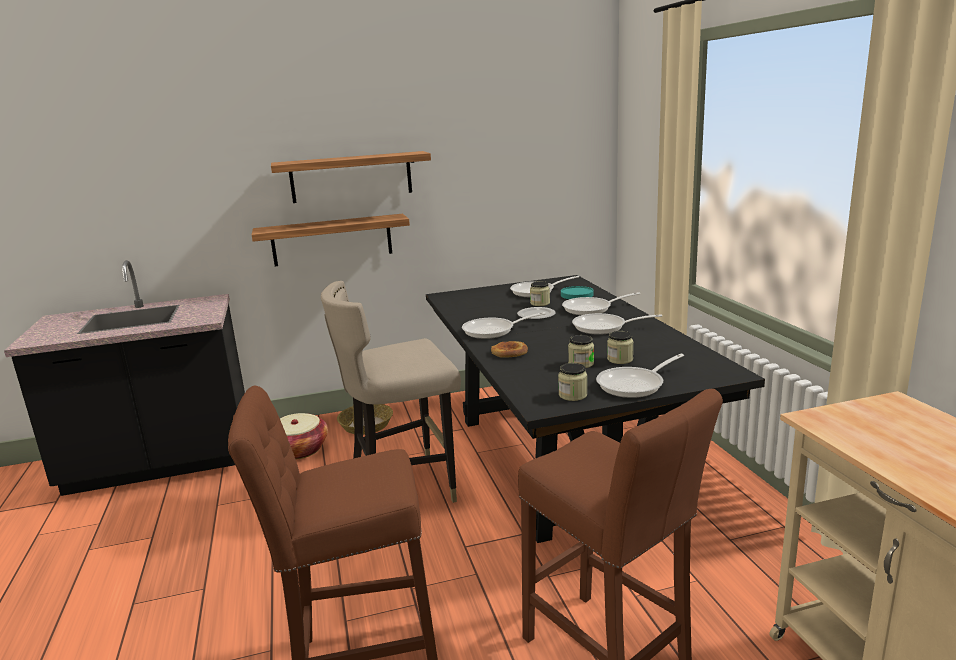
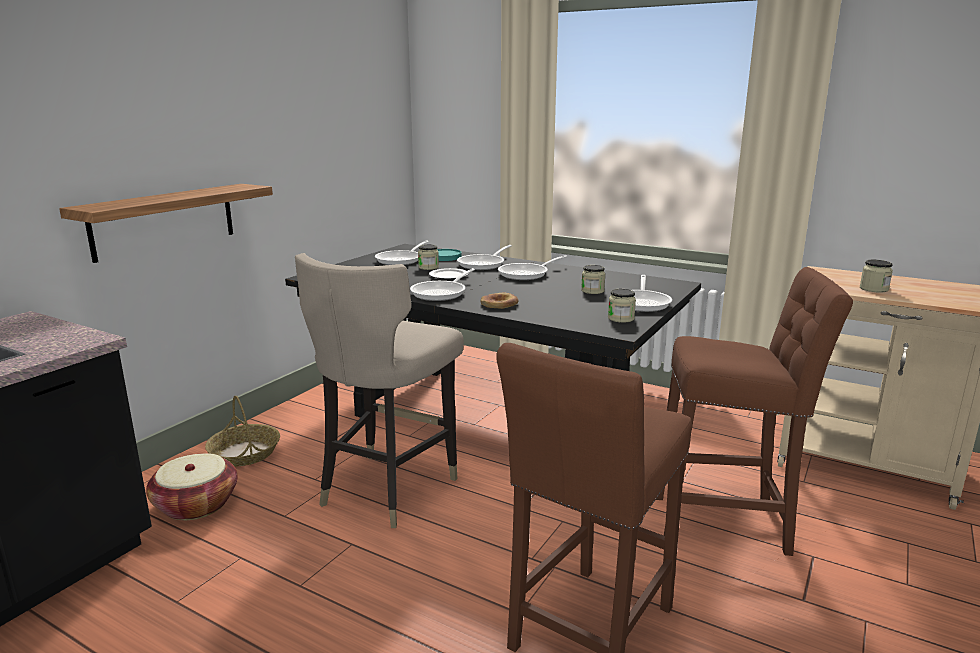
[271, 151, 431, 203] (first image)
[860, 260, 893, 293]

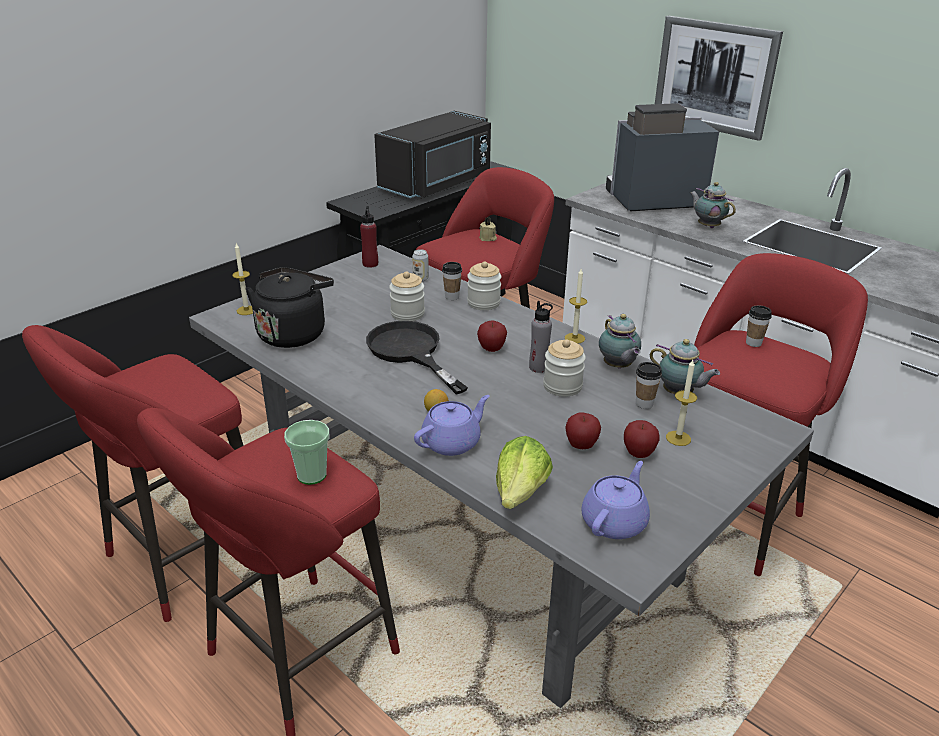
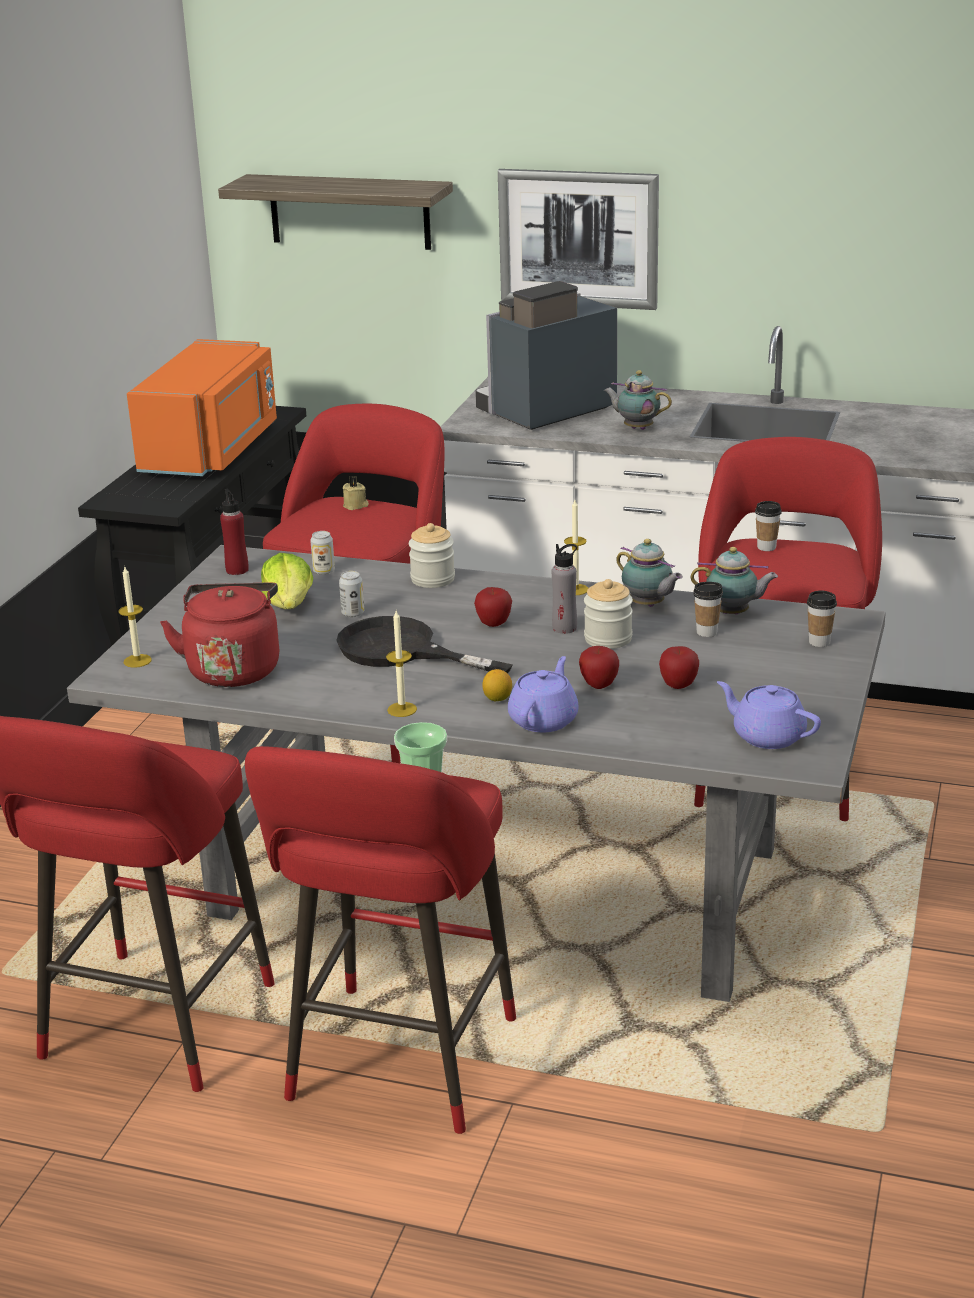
[127, 339, 277, 476]
[807, 590, 837, 647]
[160, 582, 279, 687]
[339, 571, 364, 617]
[386, 611, 417, 717]
[579, 646, 619, 689]
[261, 553, 313, 609]
[717, 681, 821, 749]
[218, 174, 453, 250]

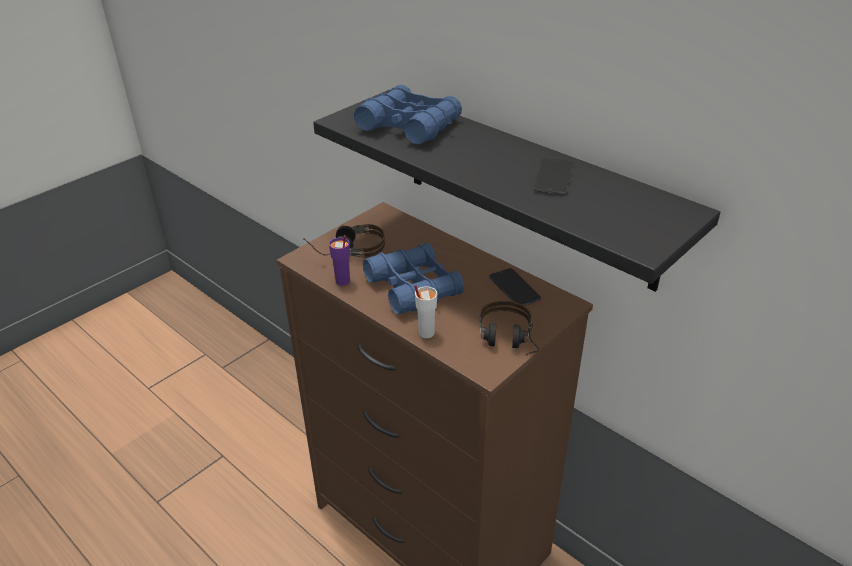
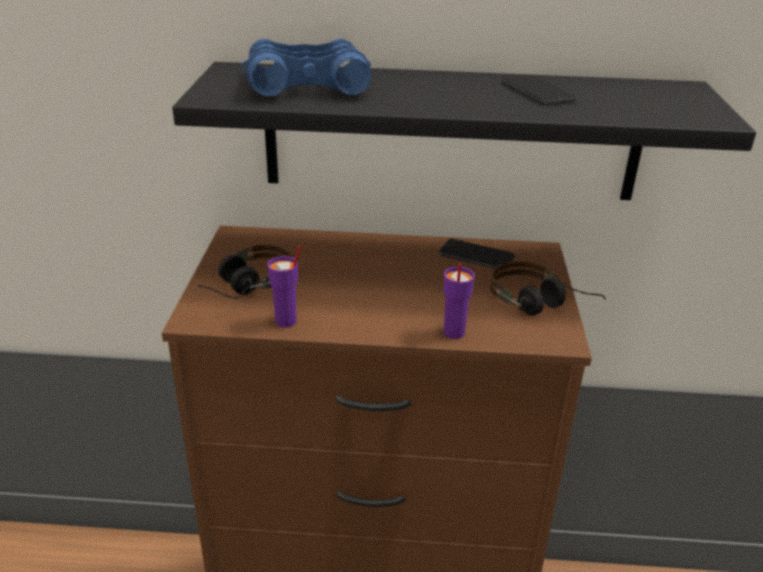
[363, 243, 464, 314] (first image)
[444, 263, 475, 339]

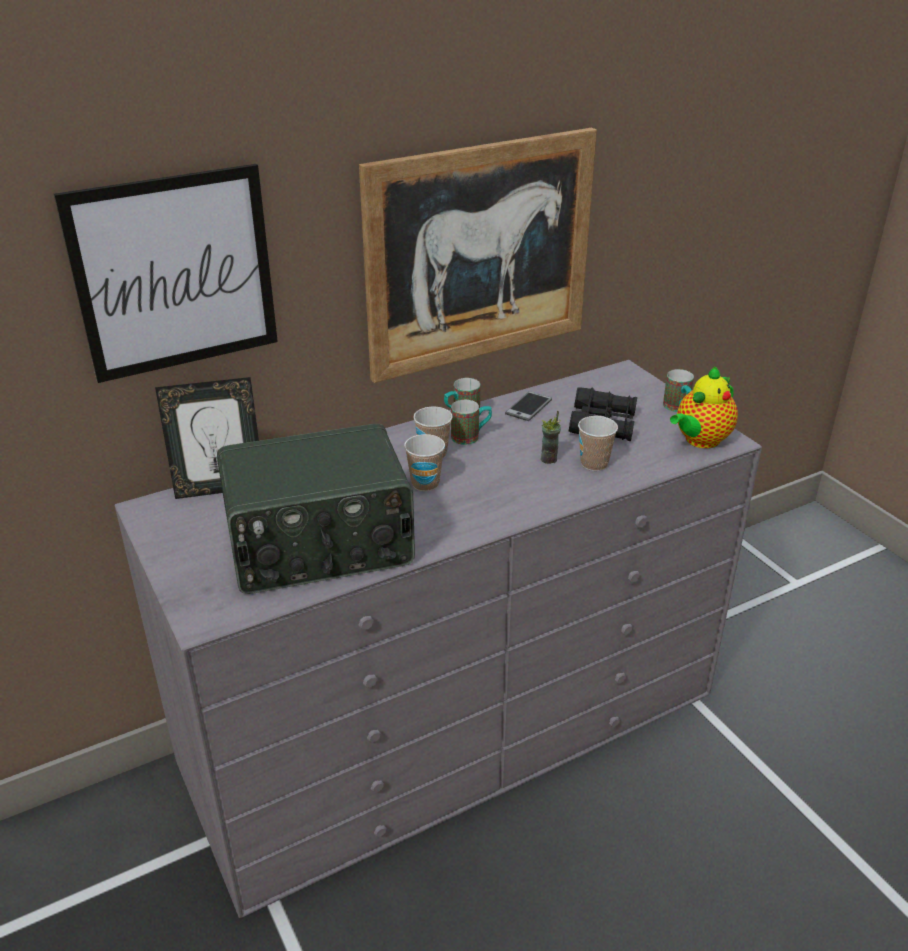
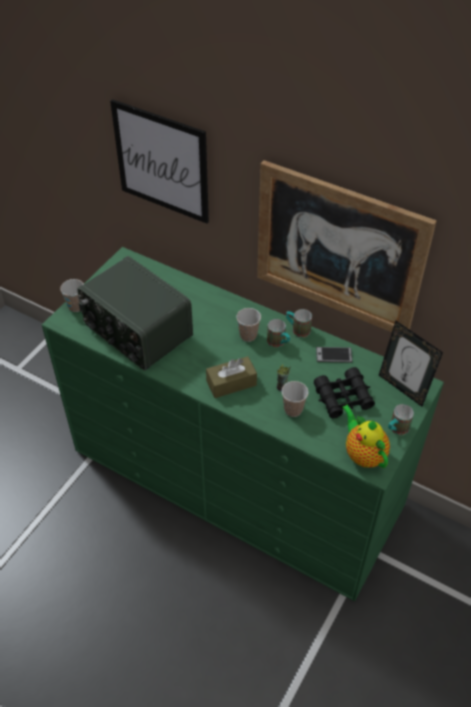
[42, 247, 444, 601]
[342, 404, 390, 468]
[379, 321, 443, 407]
[60, 279, 84, 312]
[206, 356, 257, 398]

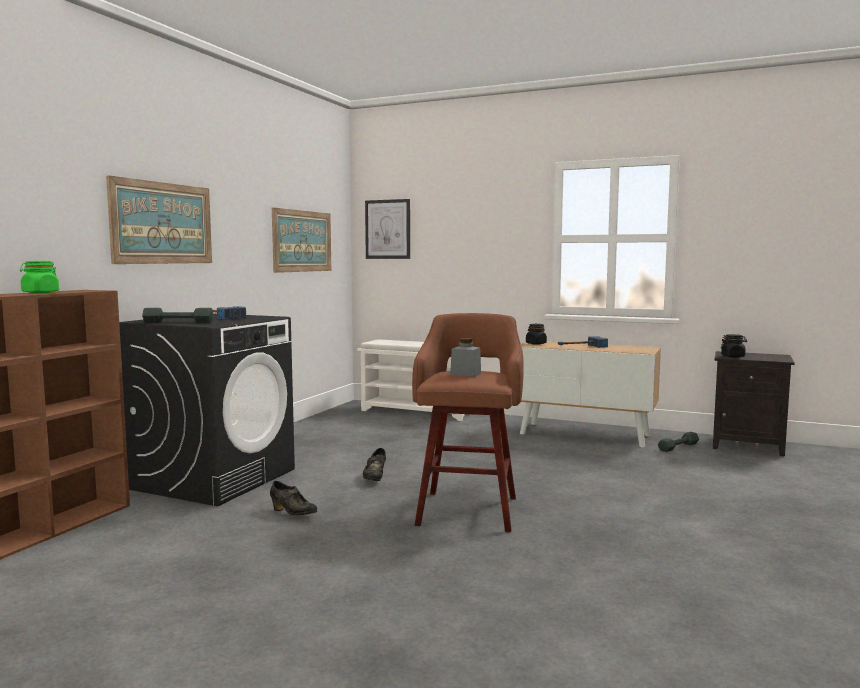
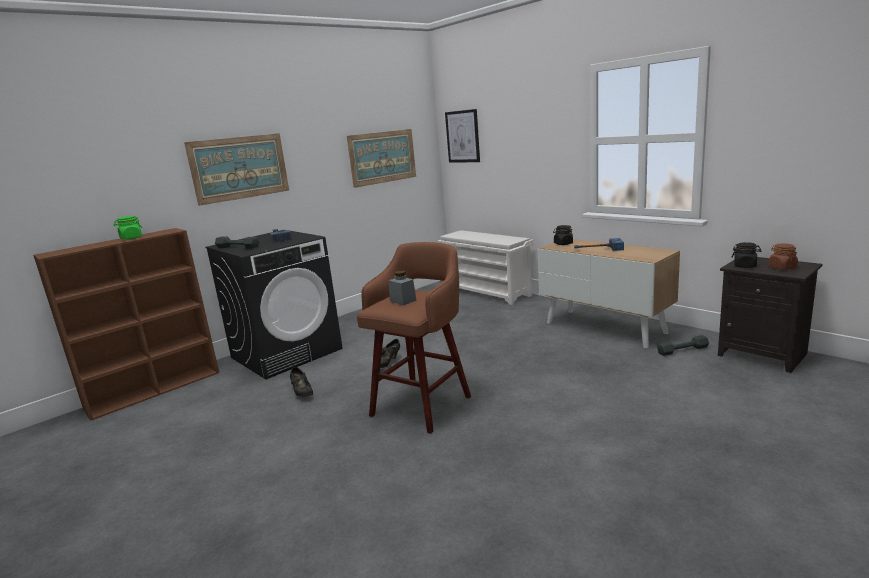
[768, 244, 798, 270]

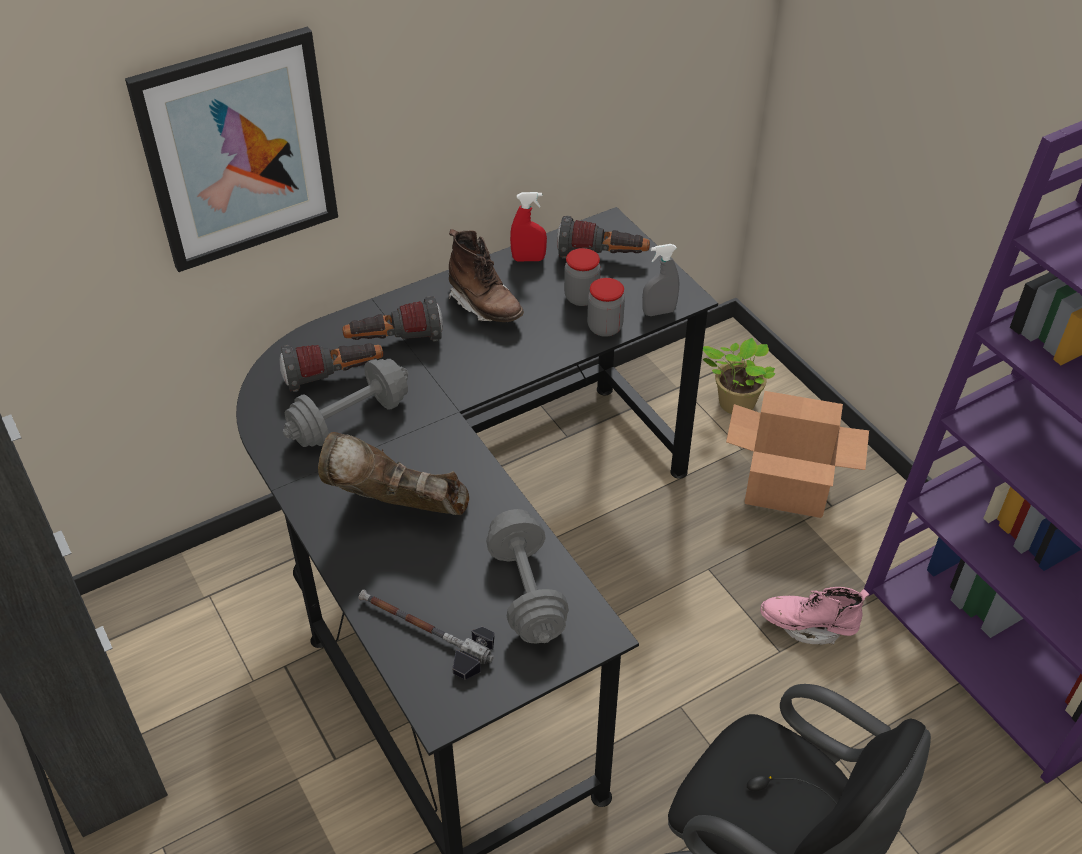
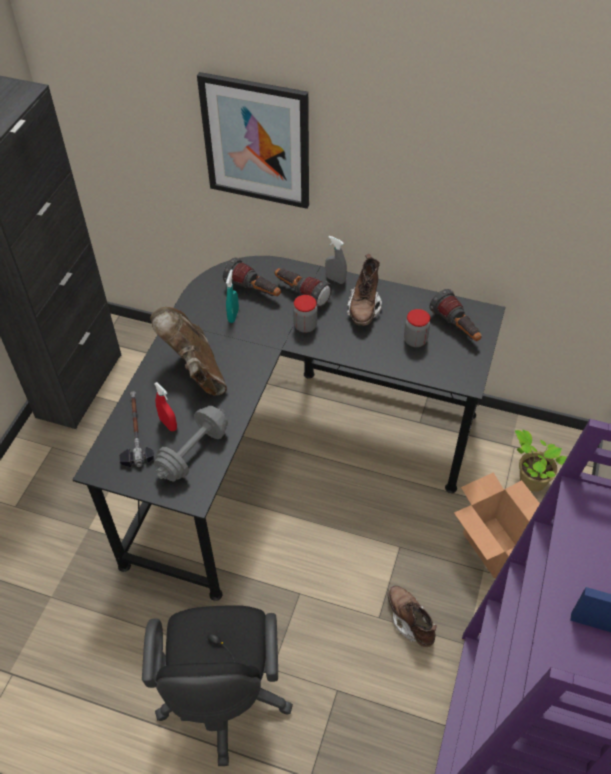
[154, 382, 177, 431]
[325, 236, 347, 284]
[293, 295, 317, 333]
[226, 269, 239, 323]
[387, 586, 437, 647]

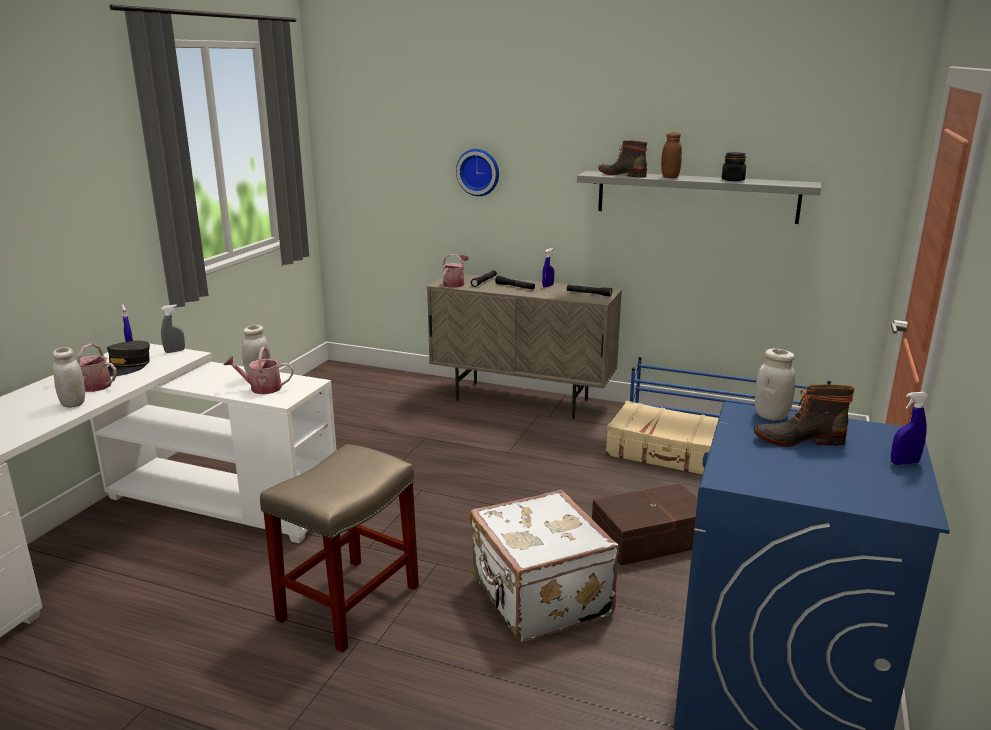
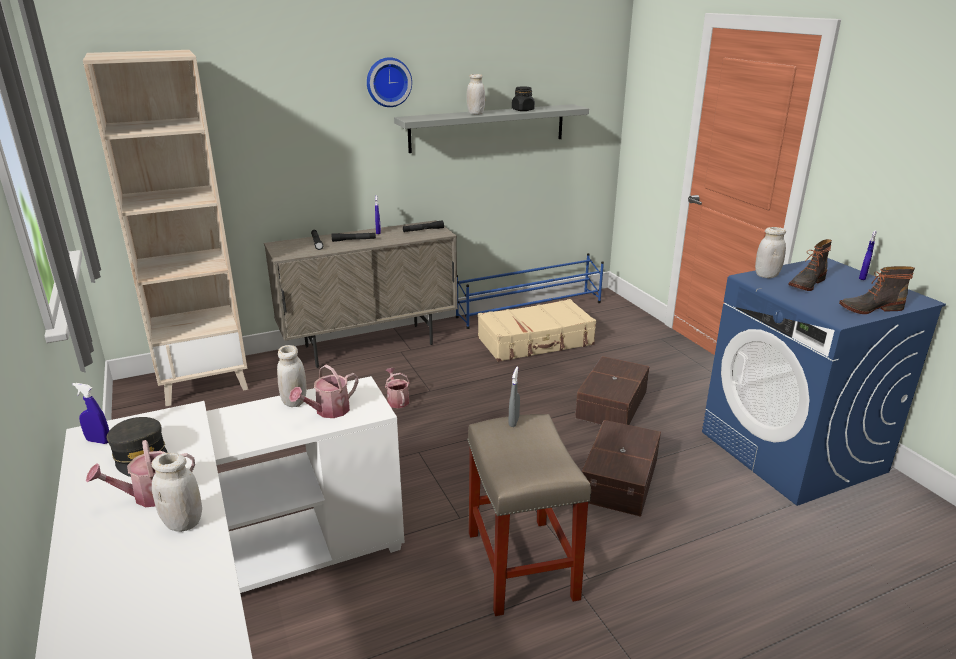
[467, 74, 485, 115]
[839, 266, 915, 314]
[367, 57, 412, 107]
[385, 368, 410, 408]
[508, 367, 520, 427]
[582, 420, 661, 517]
[83, 50, 249, 406]

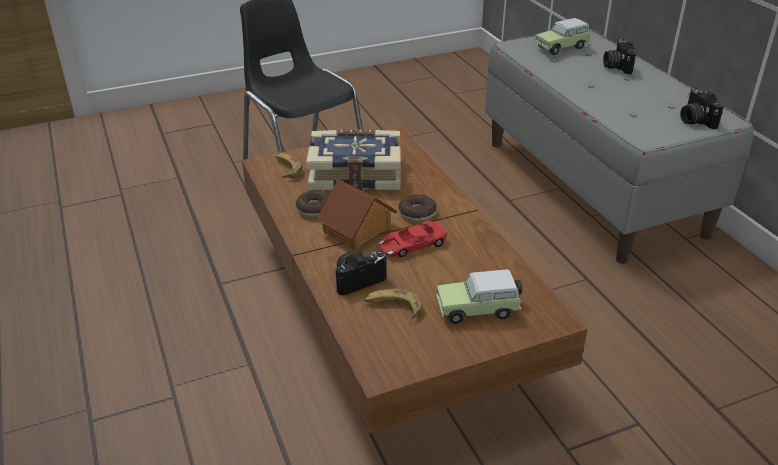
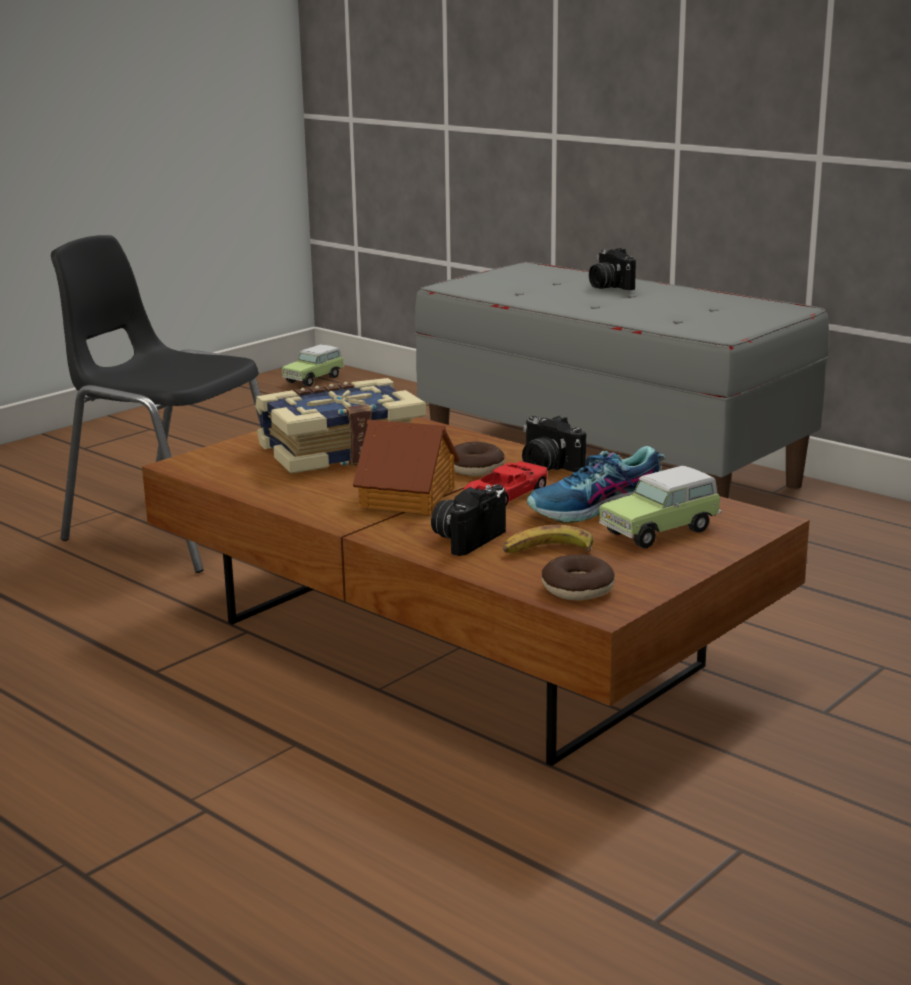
[282, 344, 344, 387]
[522, 416, 586, 472]
[275, 153, 303, 178] (first image)
[542, 554, 615, 600]
[527, 446, 666, 523]

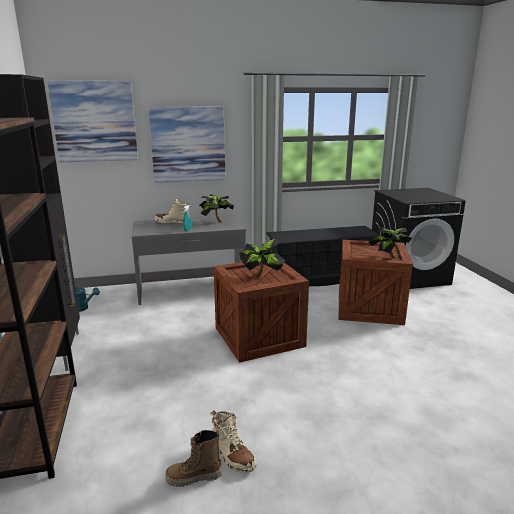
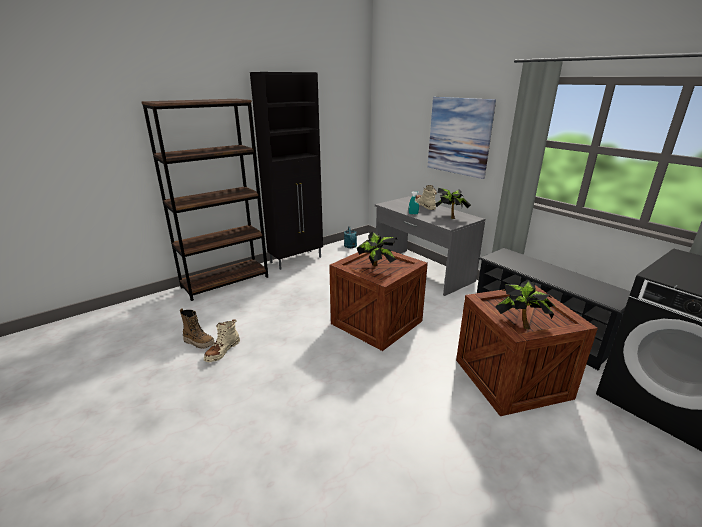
[47, 81, 138, 163] (first image)
[180, 309, 215, 349]

